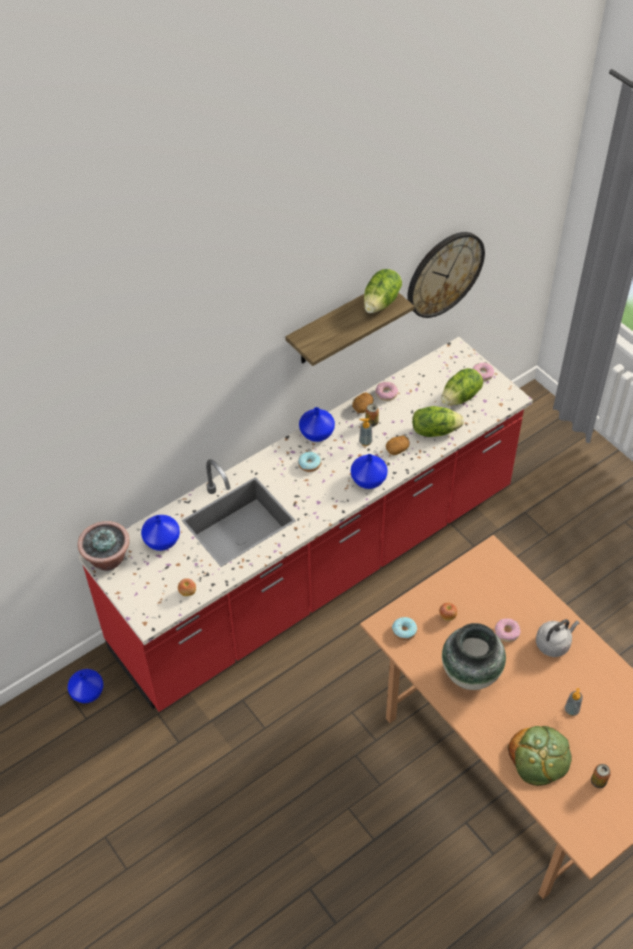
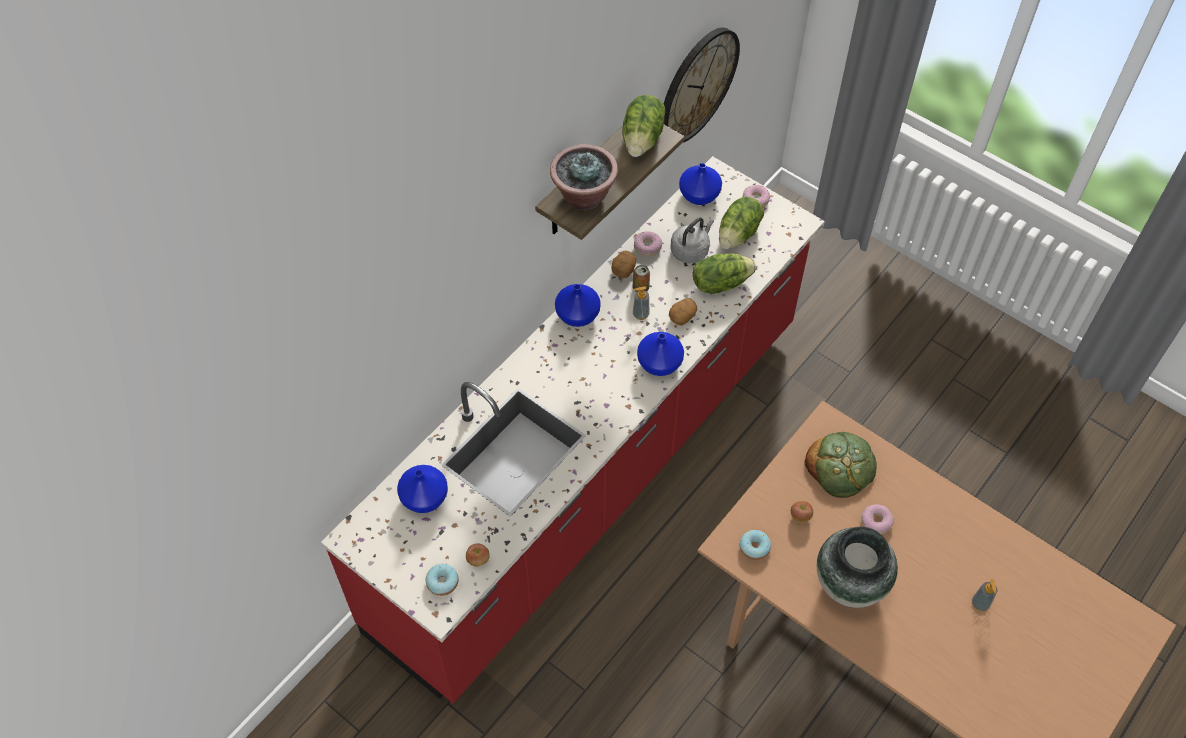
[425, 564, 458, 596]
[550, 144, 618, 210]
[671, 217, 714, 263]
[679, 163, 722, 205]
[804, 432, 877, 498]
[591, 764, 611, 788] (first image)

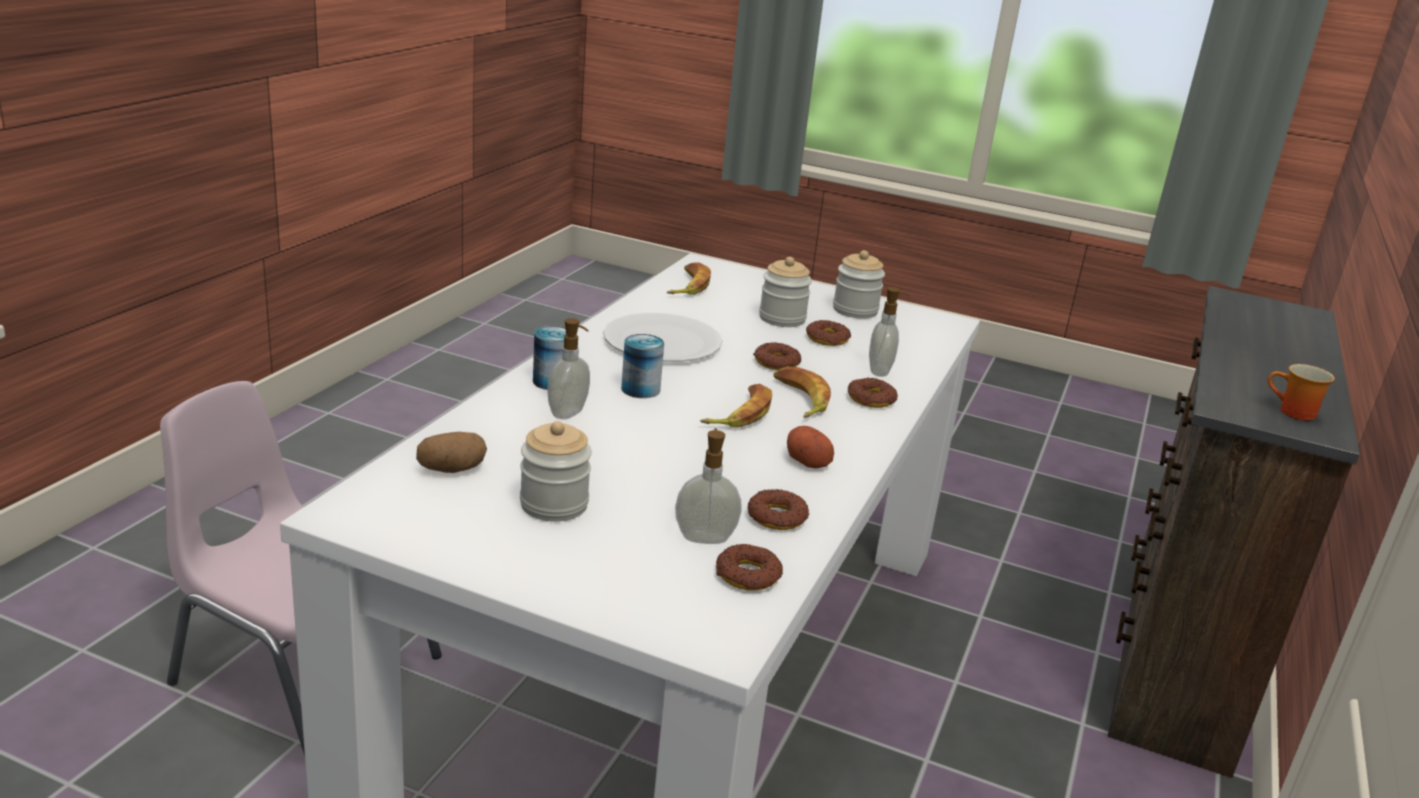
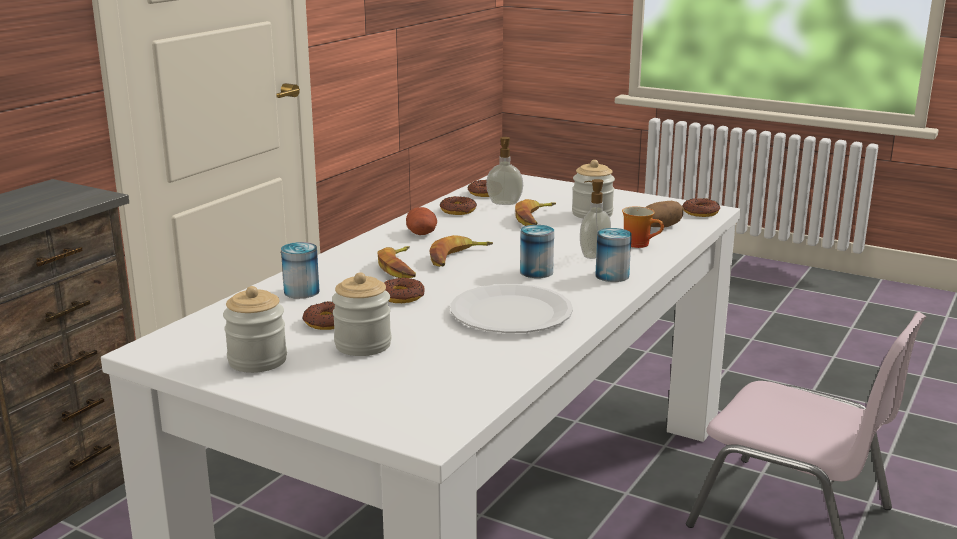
[515, 199, 556, 226]
[281, 242, 319, 299]
[622, 206, 664, 248]
[682, 198, 720, 217]

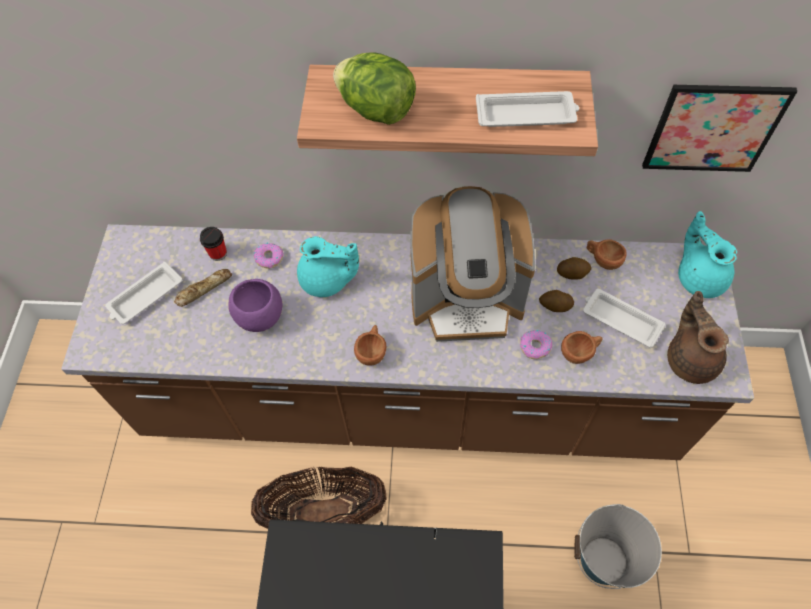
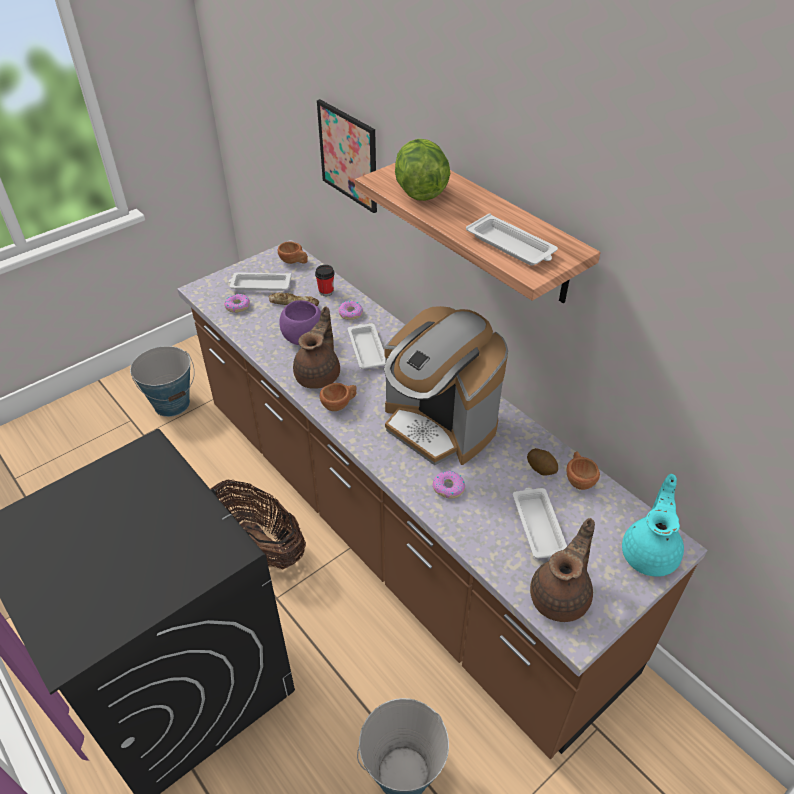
[317, 99, 377, 213]
[348, 324, 386, 369]
[539, 290, 574, 312] (first image)
[278, 241, 308, 264]
[224, 294, 250, 313]
[293, 306, 340, 389]
[130, 346, 195, 417]

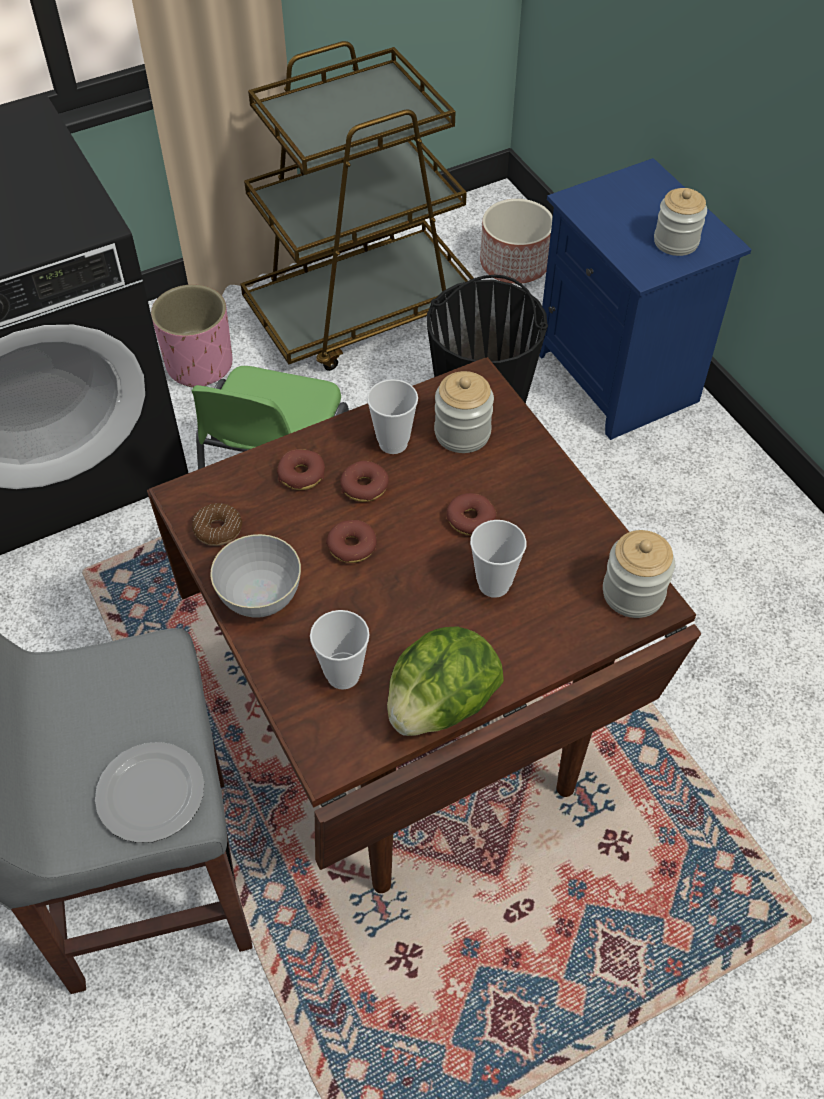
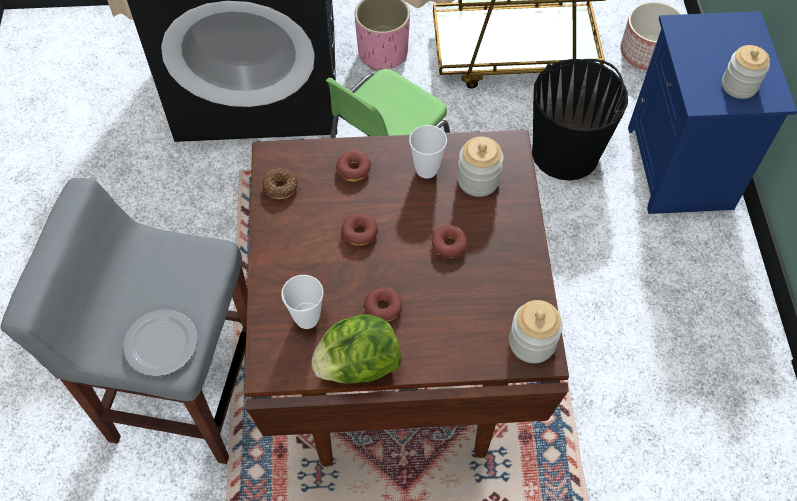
[363, 287, 402, 322]
[470, 520, 526, 598] (first image)
[210, 534, 301, 618] (first image)

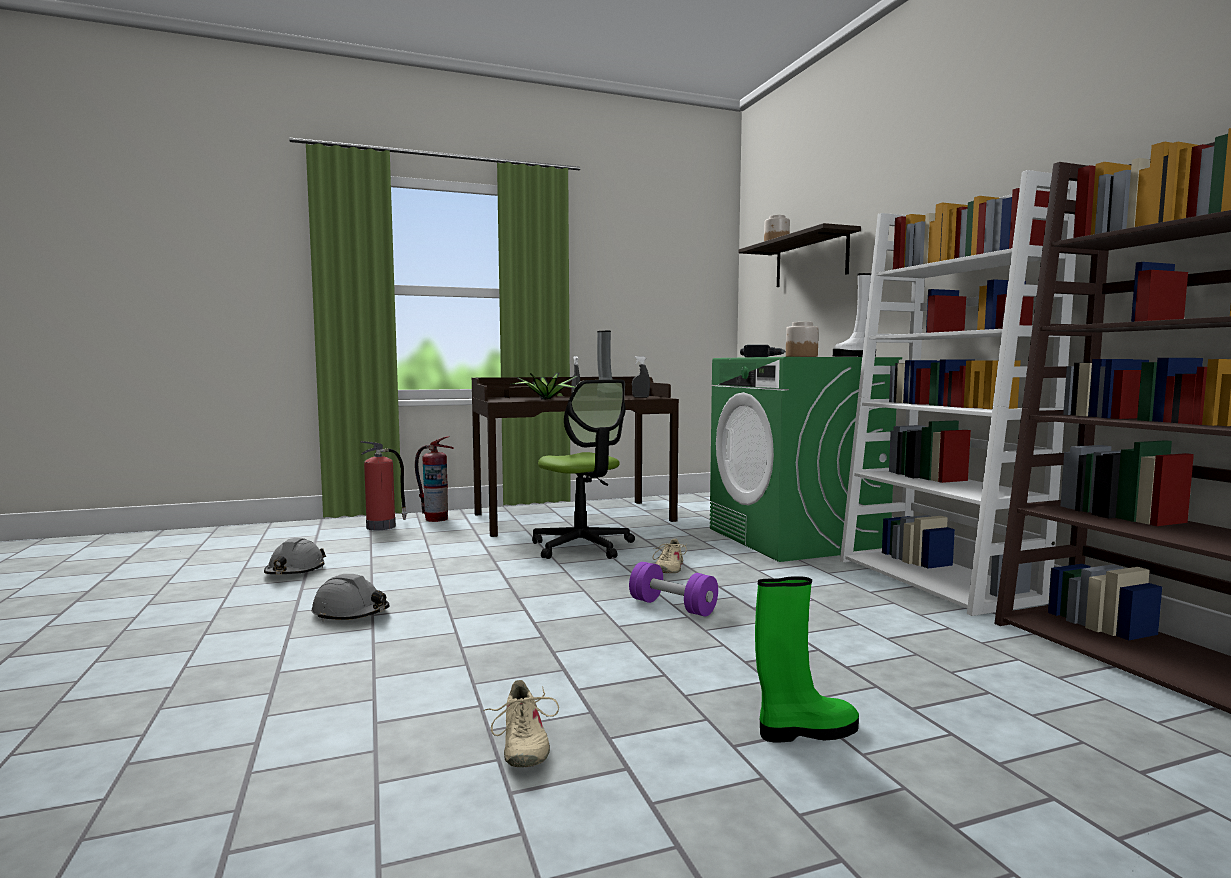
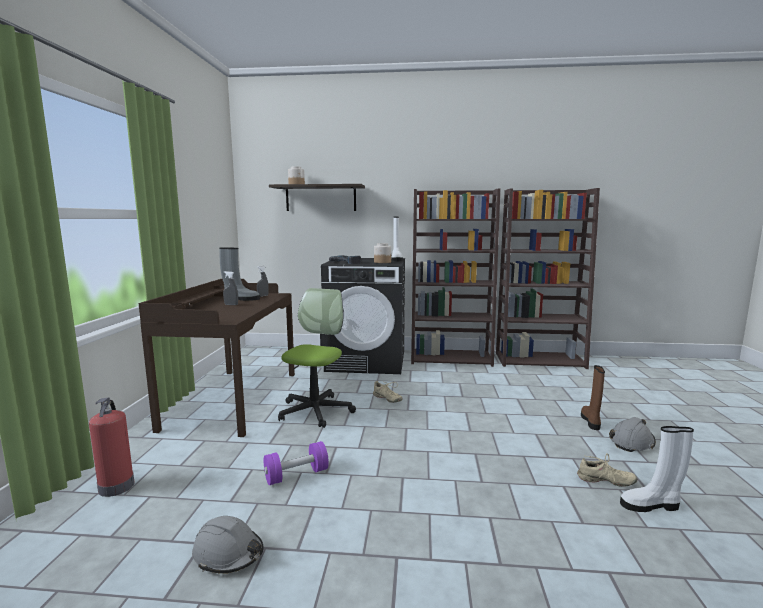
[411, 188, 500, 367]
[321, 258, 405, 374]
[510, 373, 578, 399] (first image)
[278, 288, 356, 428]
[415, 436, 454, 522] (first image)
[264, 441, 329, 485]
[609, 417, 656, 452]
[581, 365, 605, 430]
[620, 426, 694, 512]

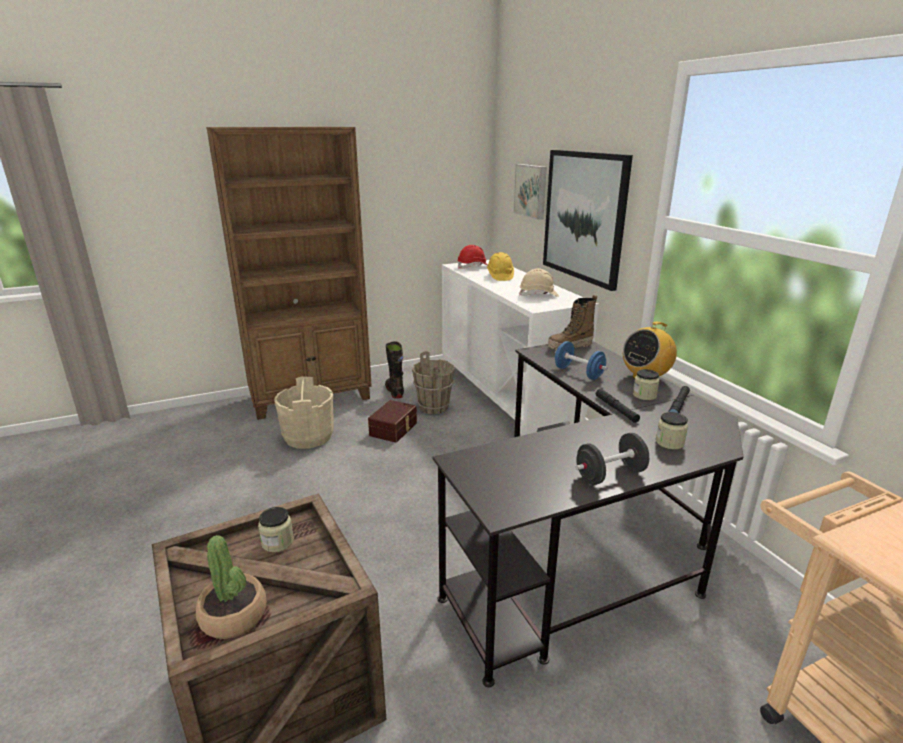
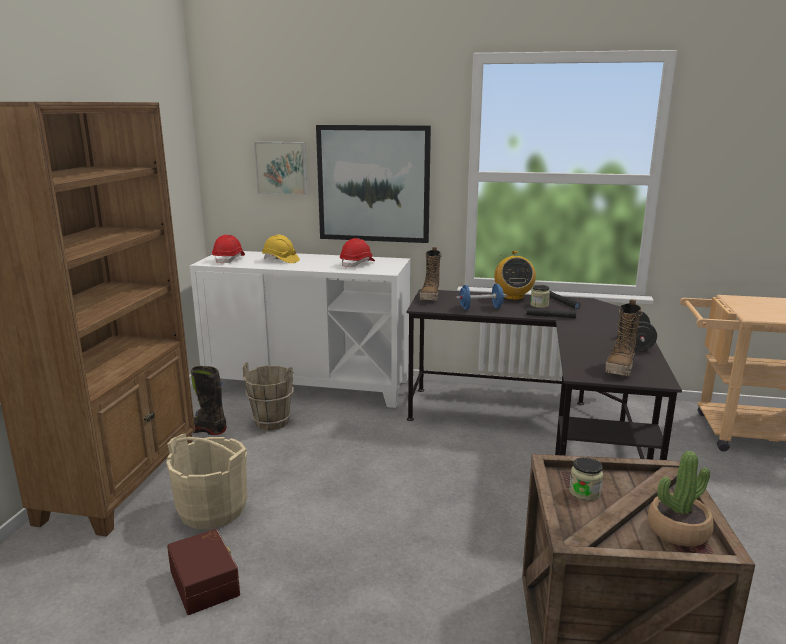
[340, 238, 375, 269]
[167, 529, 240, 615]
[656, 412, 688, 450] (first image)
[605, 299, 643, 376]

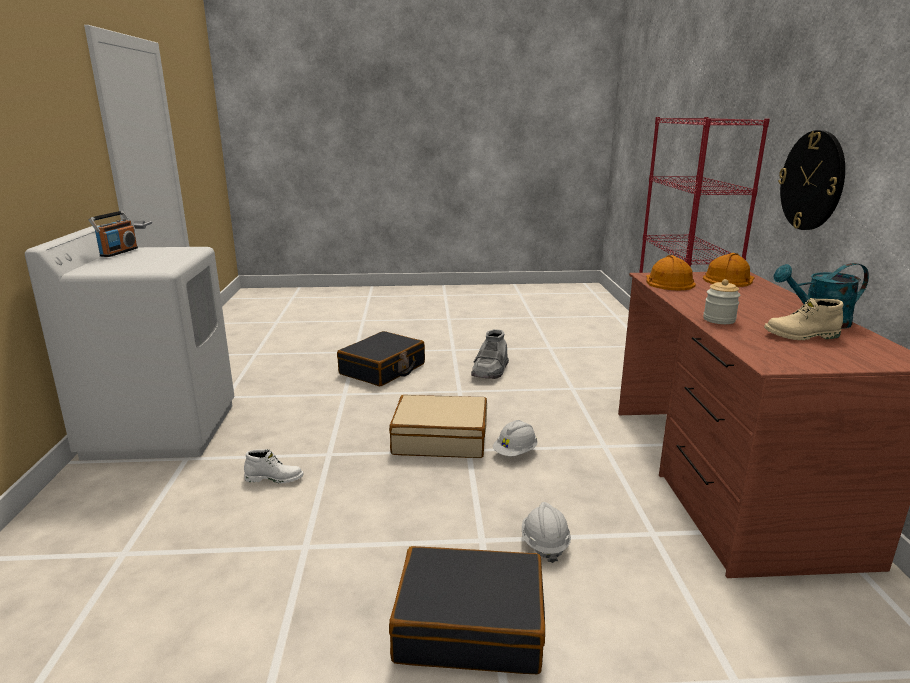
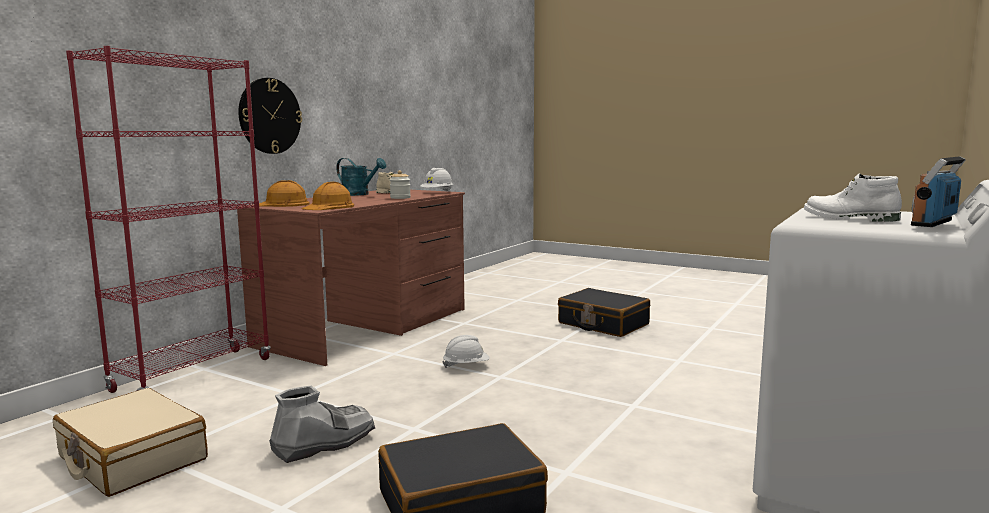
[53, 388, 208, 497]
[804, 173, 902, 222]
[420, 168, 453, 192]

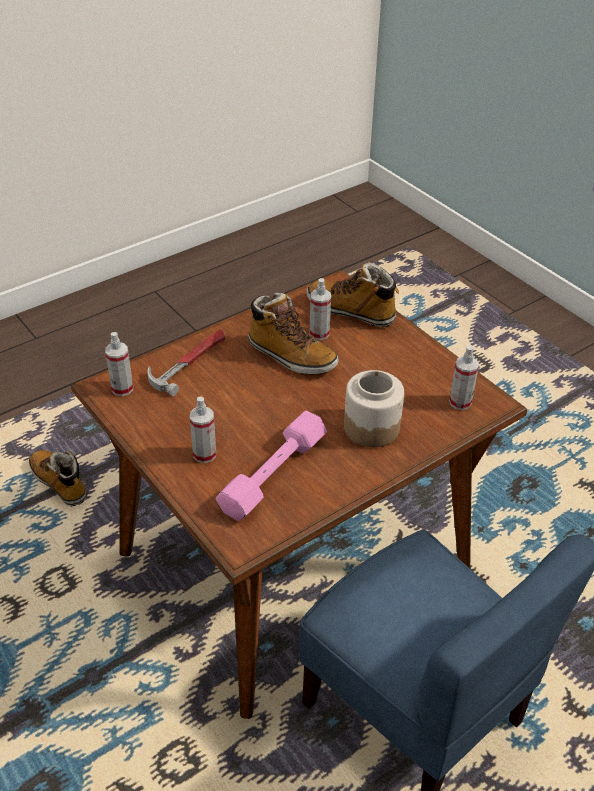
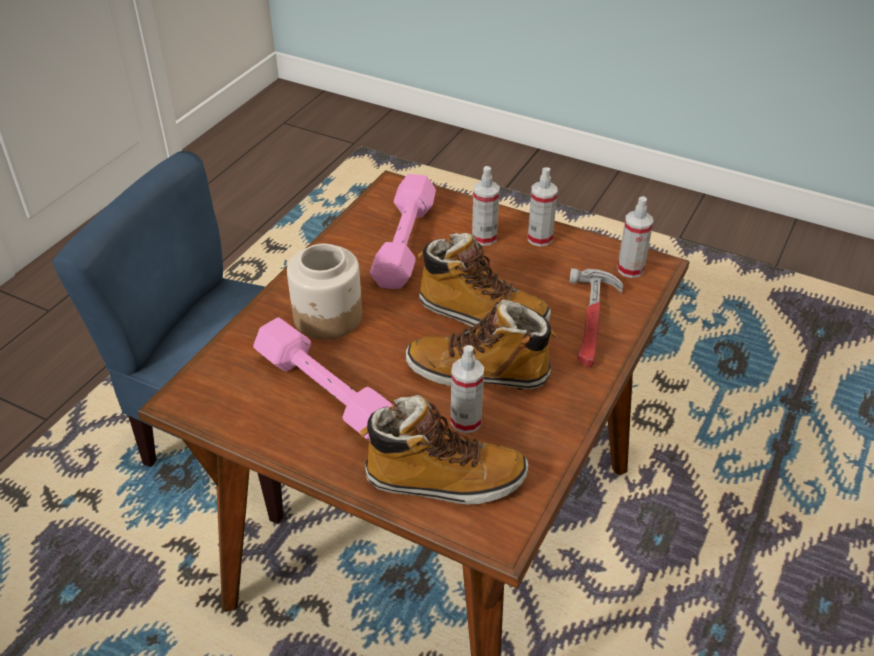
[528, 167, 558, 247]
[418, 233, 551, 327]
[253, 317, 393, 441]

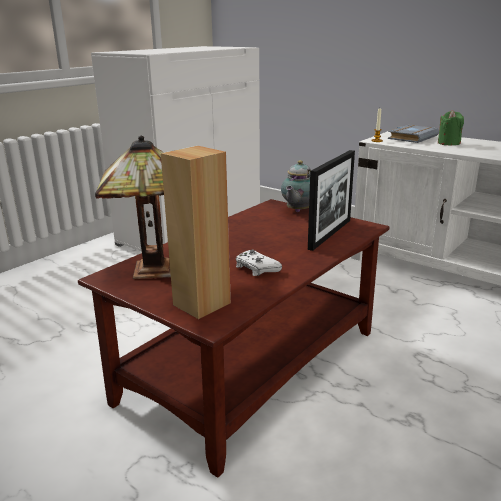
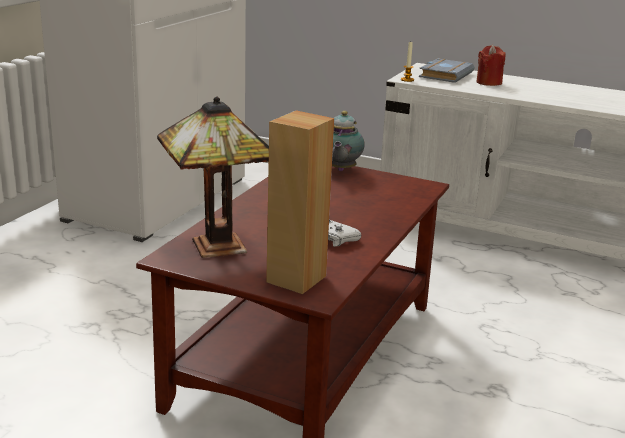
[476, 45, 506, 86]
[308, 150, 355, 251] (first image)

